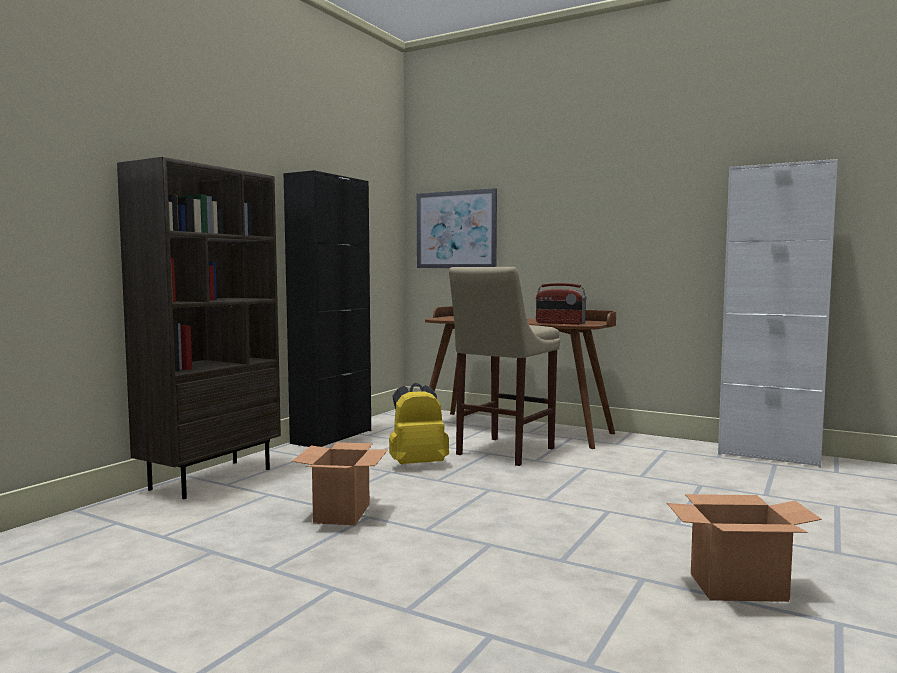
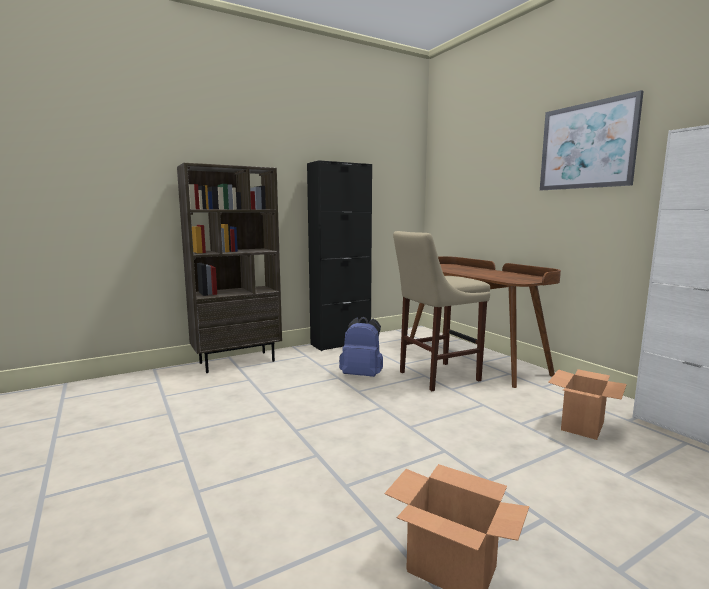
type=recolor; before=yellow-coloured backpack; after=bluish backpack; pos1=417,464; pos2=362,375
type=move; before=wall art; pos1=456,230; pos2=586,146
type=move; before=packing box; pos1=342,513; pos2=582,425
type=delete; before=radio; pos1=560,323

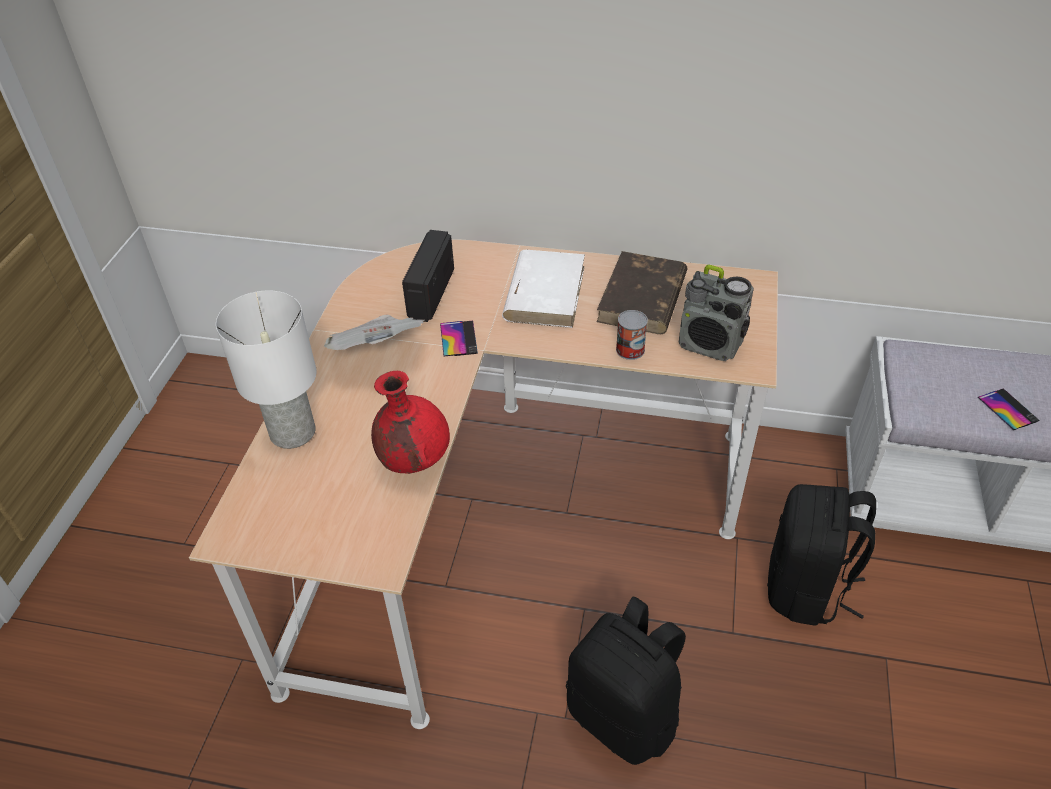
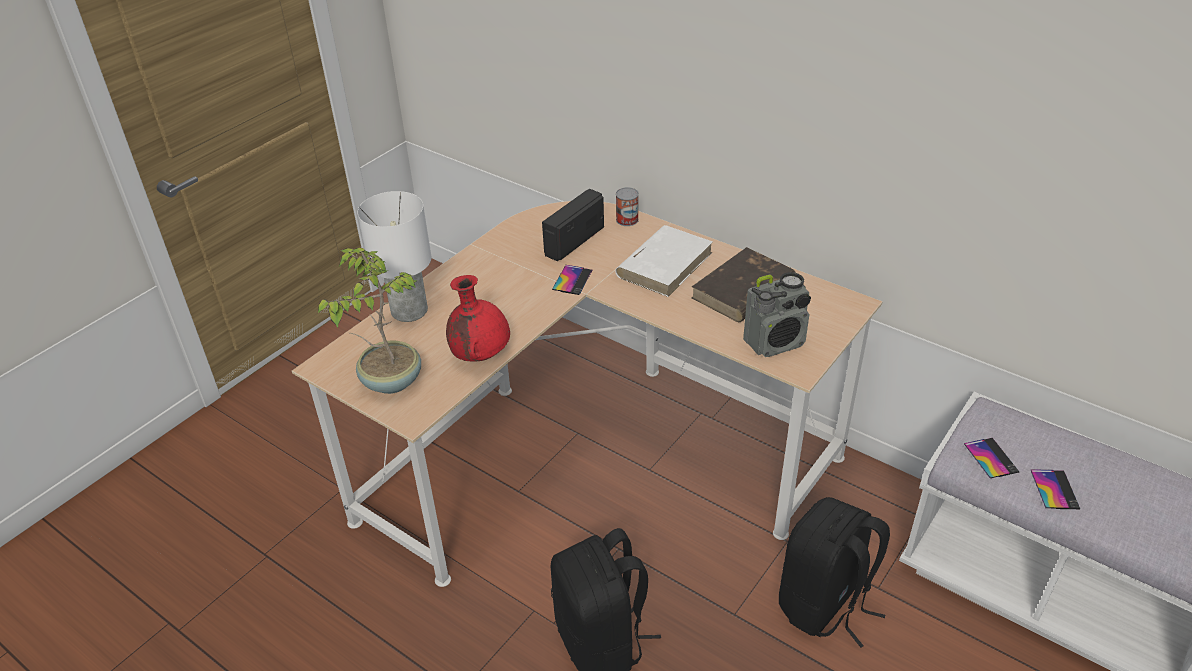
type=insert; after=potted plant; pos2=390,381
type=move; before=metal can; pos1=630,350; pos2=627,220
type=rotate; before=radio; pos1=710,345; pos2=775,342; turn=-75
type=insert; after=phone; pos2=991,458
type=delete; before=printed paper; pos1=378,351

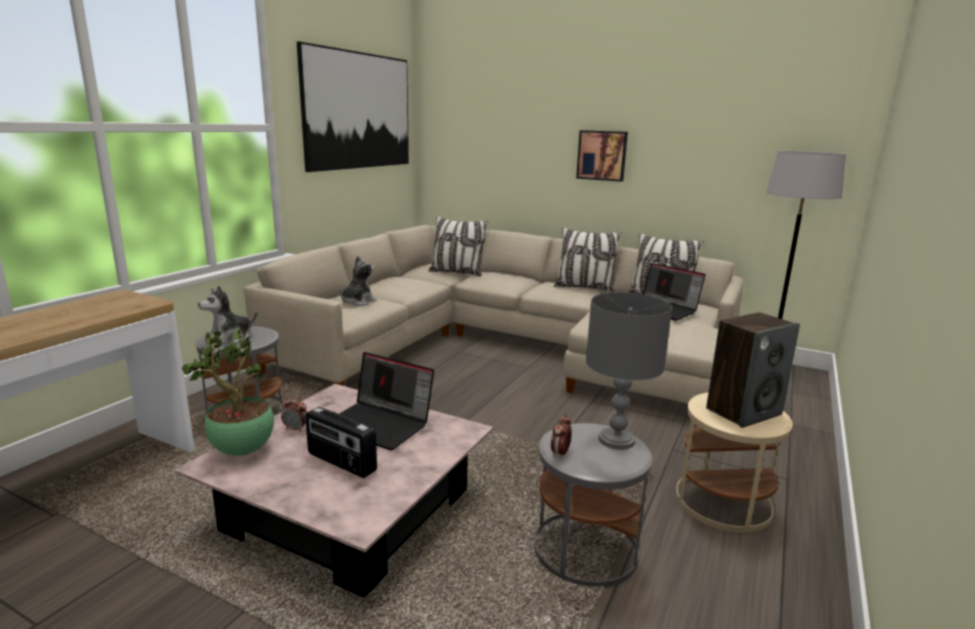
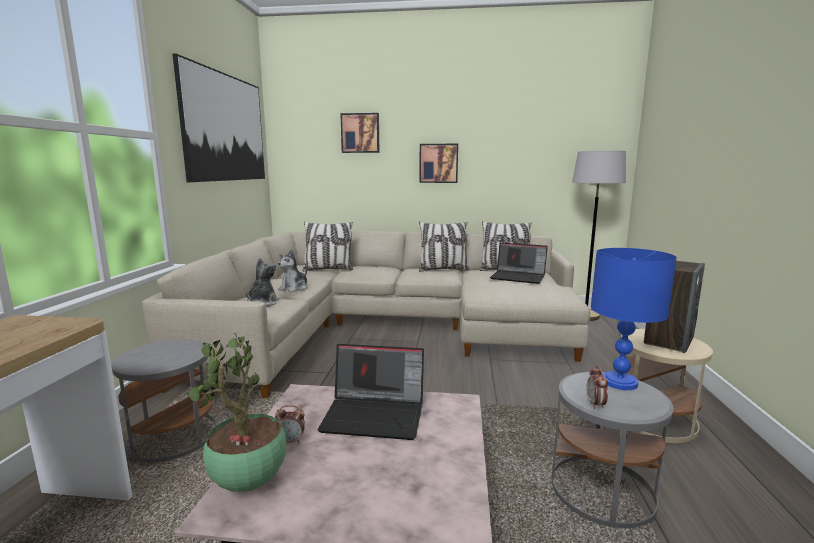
type=move; before=plush toy; pos1=230,338; pos2=294,288
type=insert; after=wall art; pos2=360,133
type=recolor; before=gray table lamp; after=bluish table lamp; pos1=616,440; pos2=620,382
type=delete; before=radio; pos1=341,462

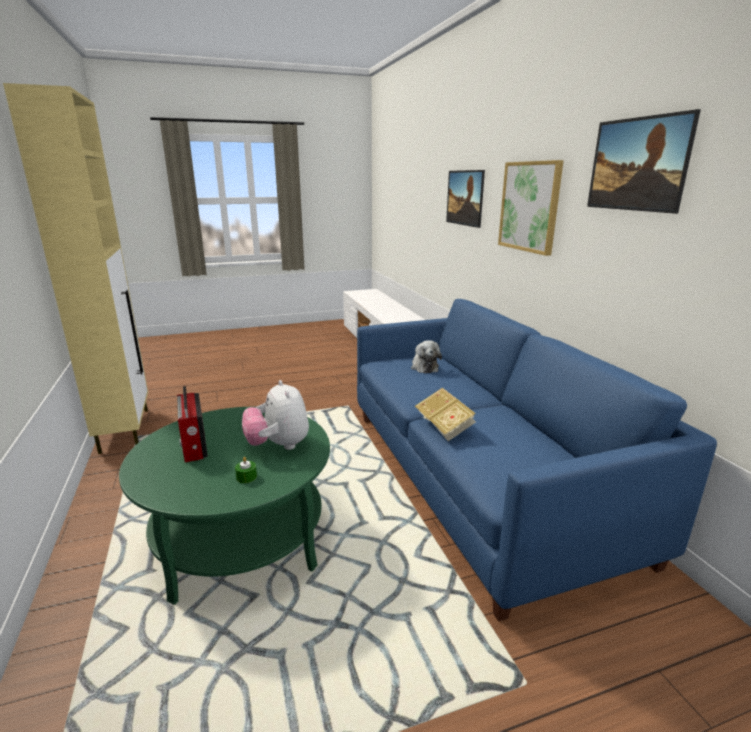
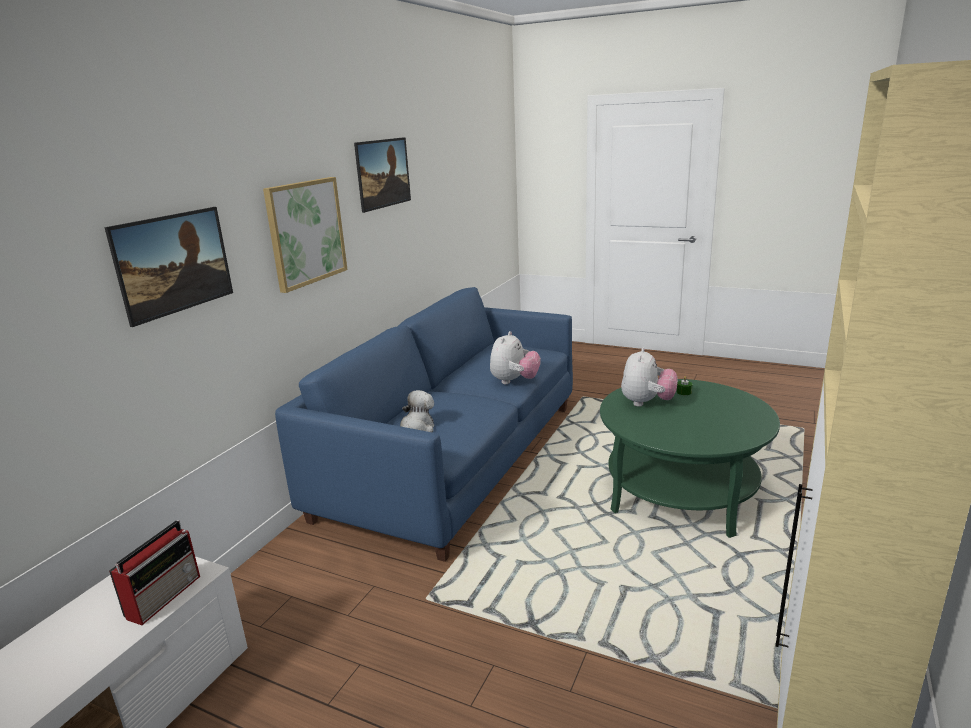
type=move; before=radio; pos1=194,446; pos2=165,595
type=replace; before=volume; after=plush toy; pos1=444,426; pos2=514,381

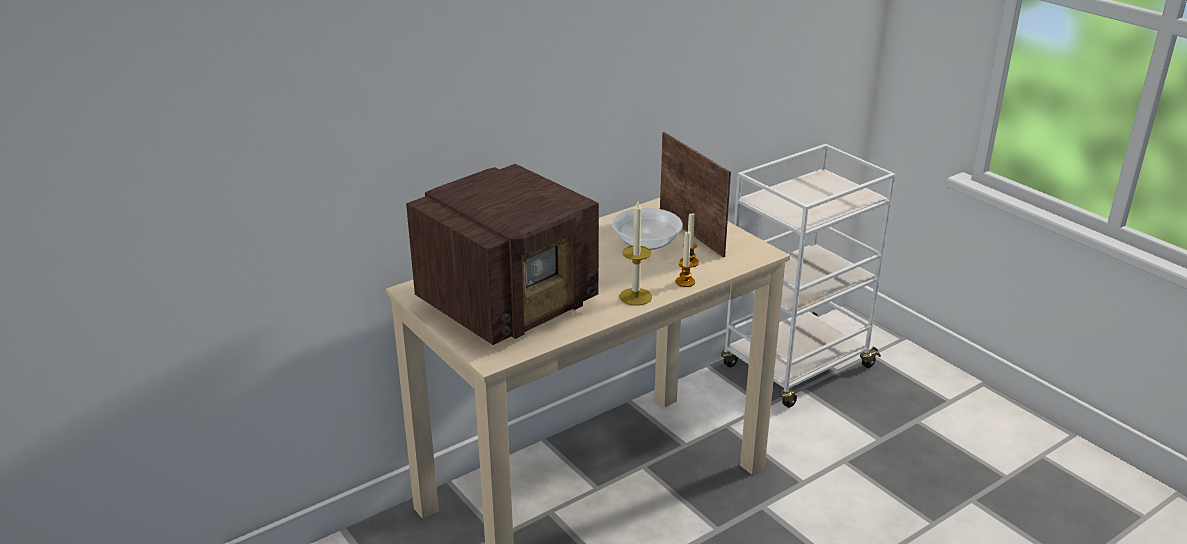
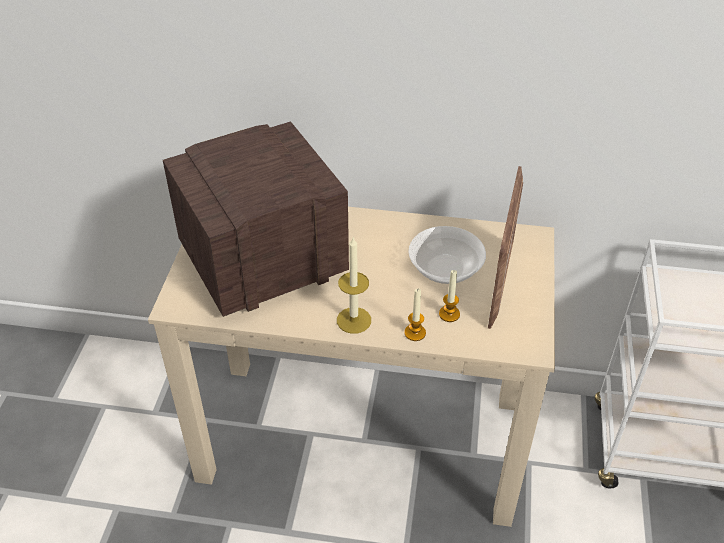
type=rotate; before=radio; pos1=510,302; pos2=259,261; turn=150

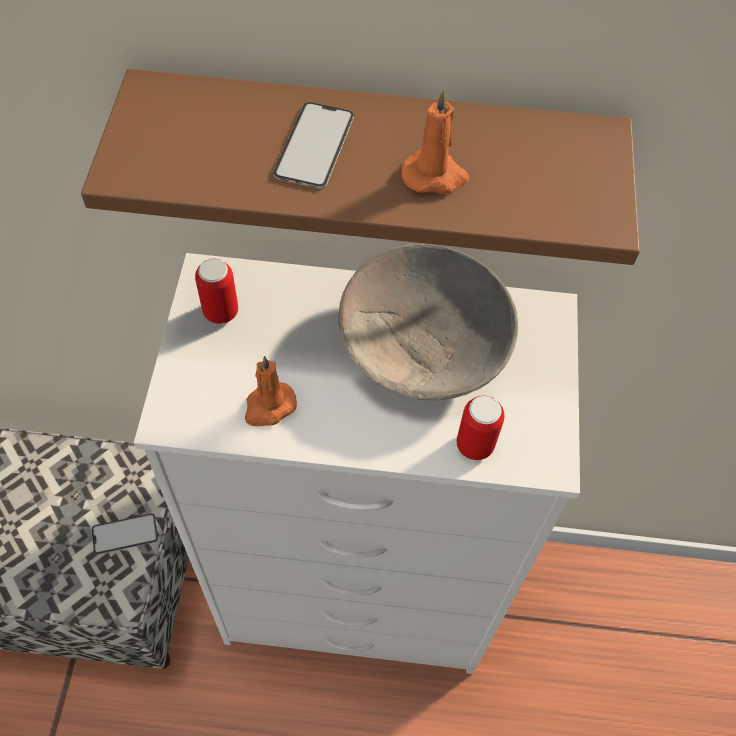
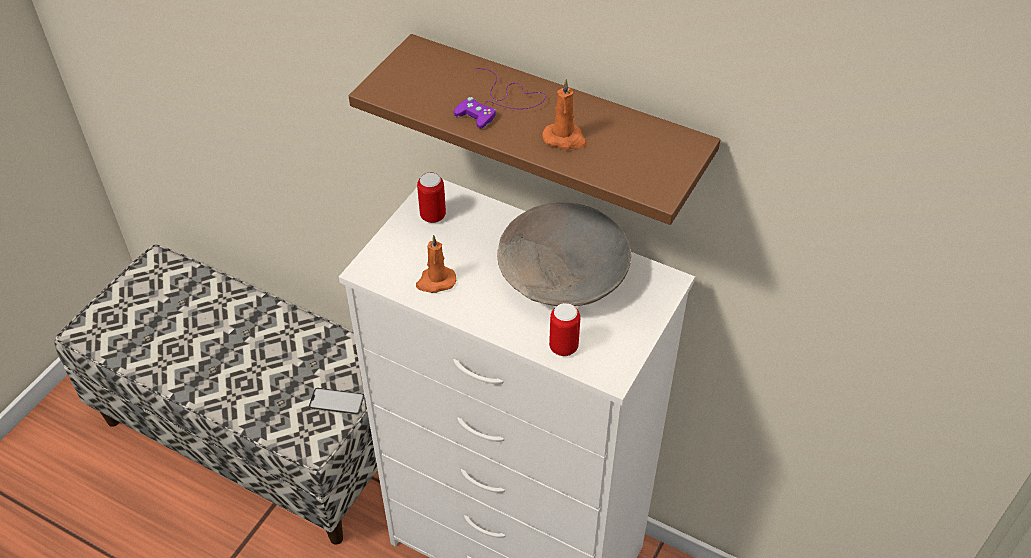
type=replace; before=phone; after=purple gamepad; pos1=314,145; pos2=500,103

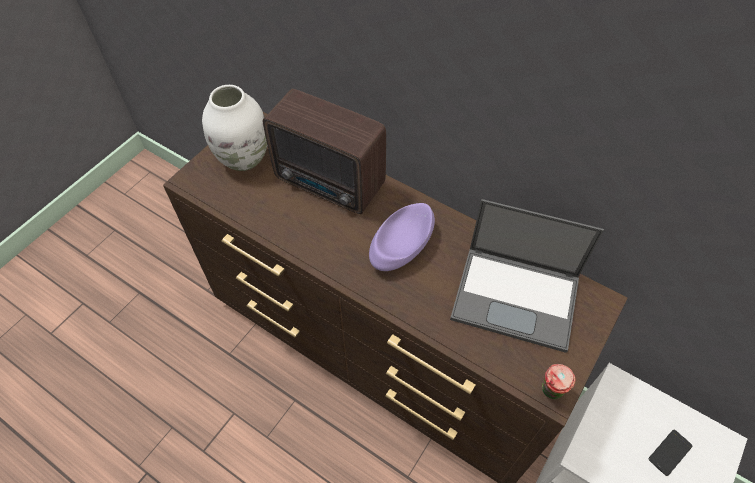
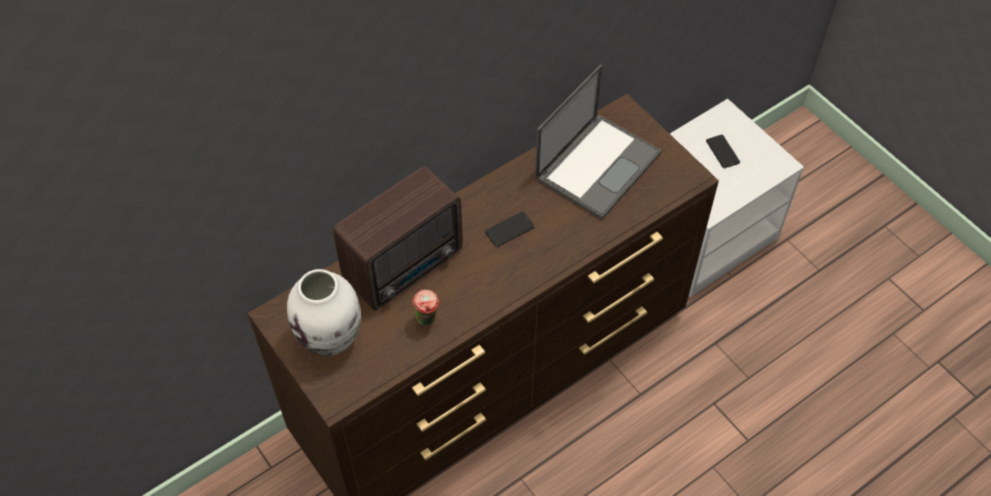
type=move; before=drinking cup; pos1=550,392; pos2=427,320
type=replace; before=purple deep dish; after=phone; pos1=401,245; pos2=509,229

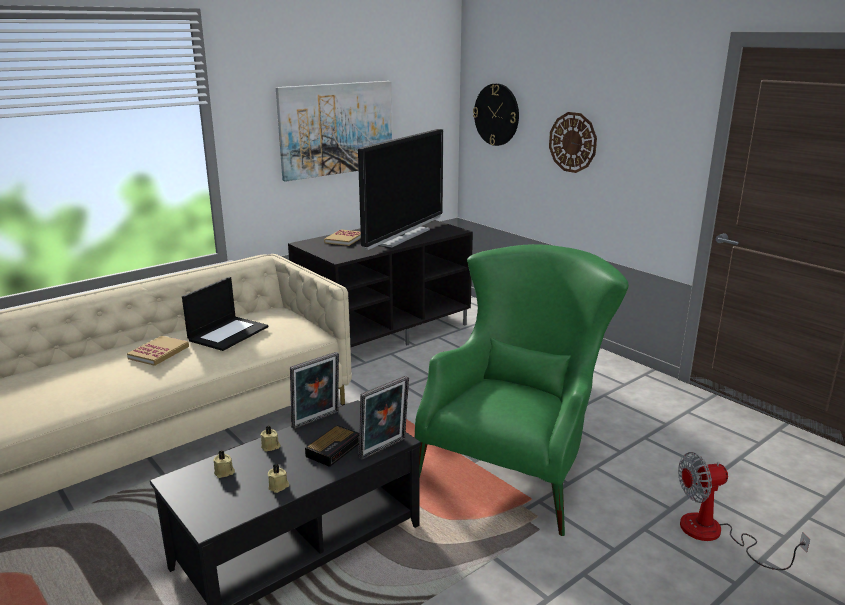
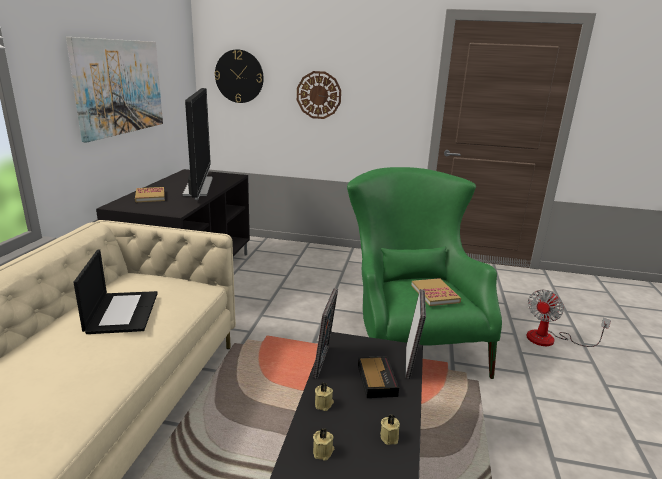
type=move; before=volume; pos1=159,353; pos2=435,294

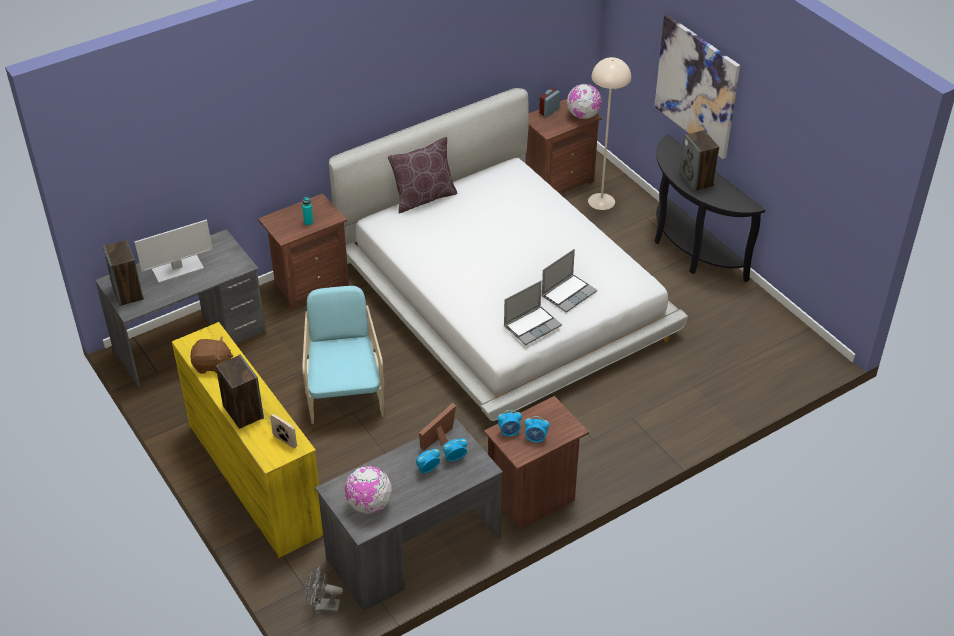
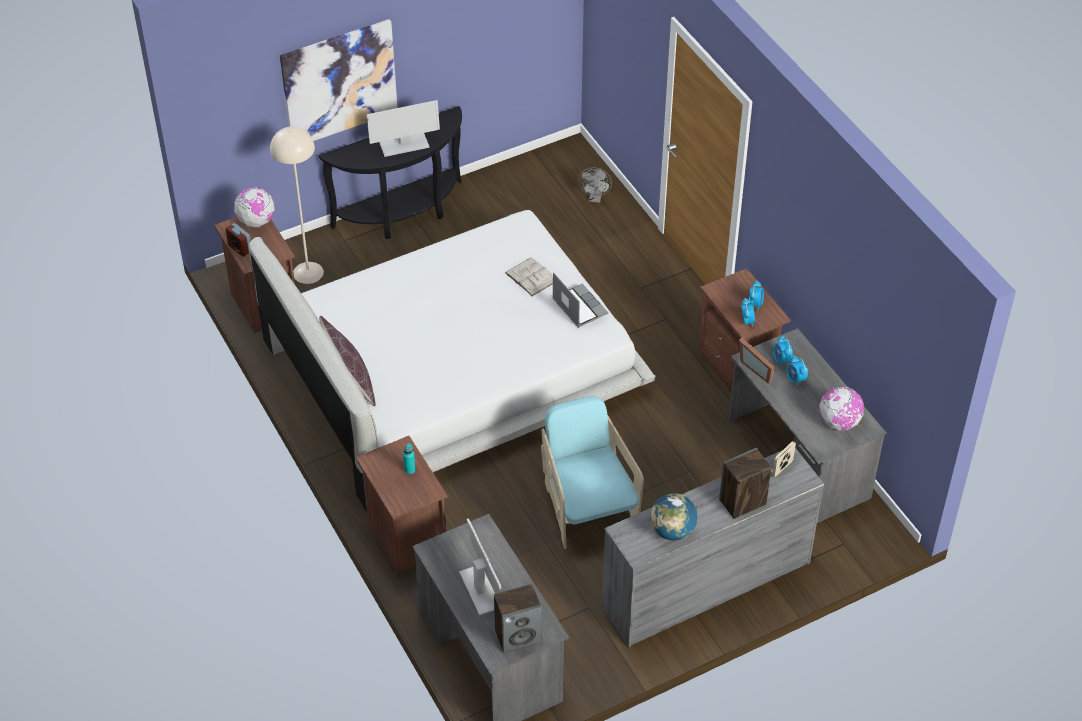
type=replace; before=audio speaker; after=computer display; pos1=696,180; pos2=403,145
type=replace; before=laptop; after=whitish volume; pos1=568,293; pos2=531,277
type=rotate; before=blue-green lounge chair; pos1=345,393; pos2=588,508; turn=75
type=move; before=gray cooling fan; pos1=323,606; pos2=595,198
type=recolor; before=yellow-coloured drawer chest; after=gray drawer chest; pos1=255,478; pos2=705,585
type=replace; before=brown-coloured plush toy; after=desk globe; pos1=212,365; pos2=672,531

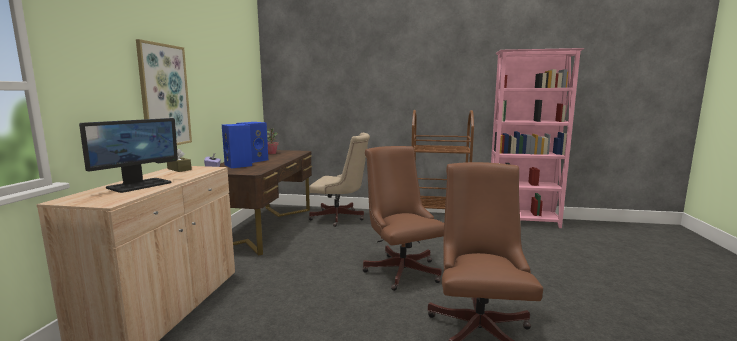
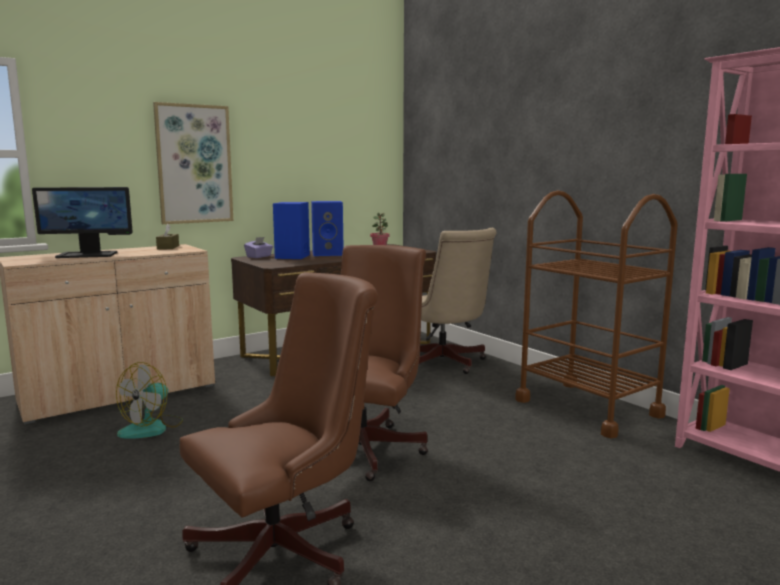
type=insert; after=cooling fan; pos2=152,428

